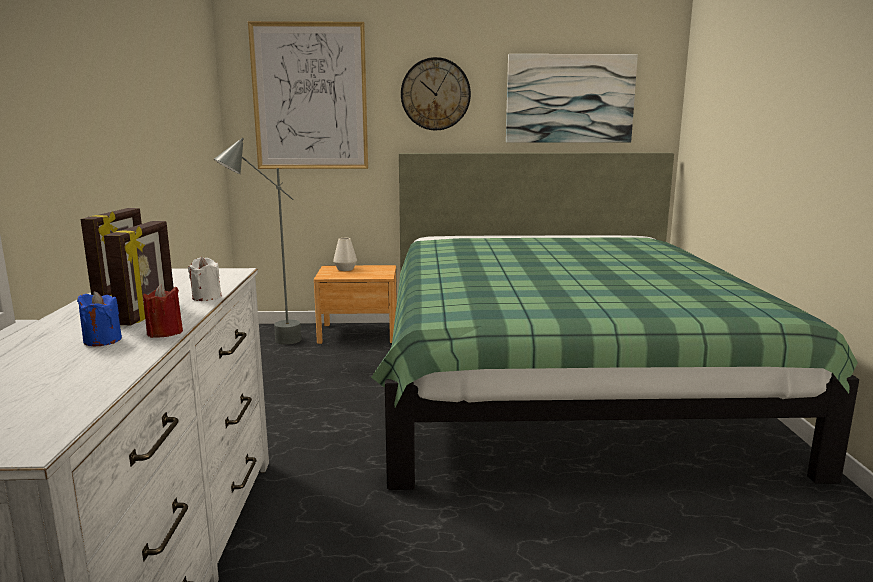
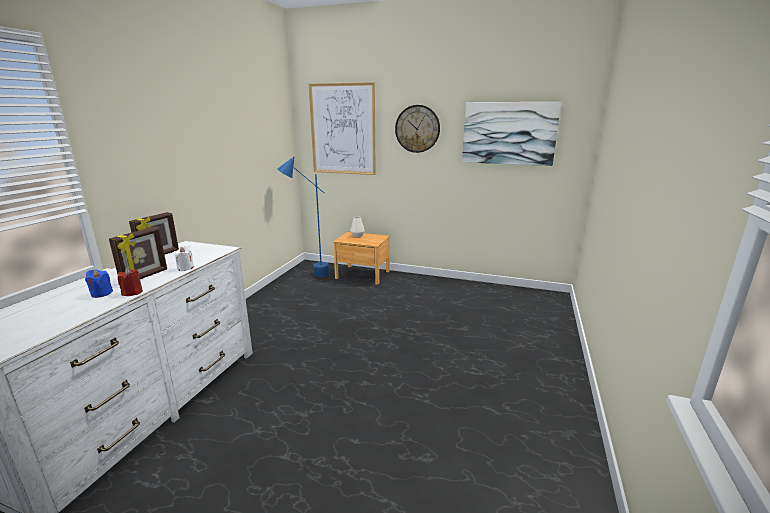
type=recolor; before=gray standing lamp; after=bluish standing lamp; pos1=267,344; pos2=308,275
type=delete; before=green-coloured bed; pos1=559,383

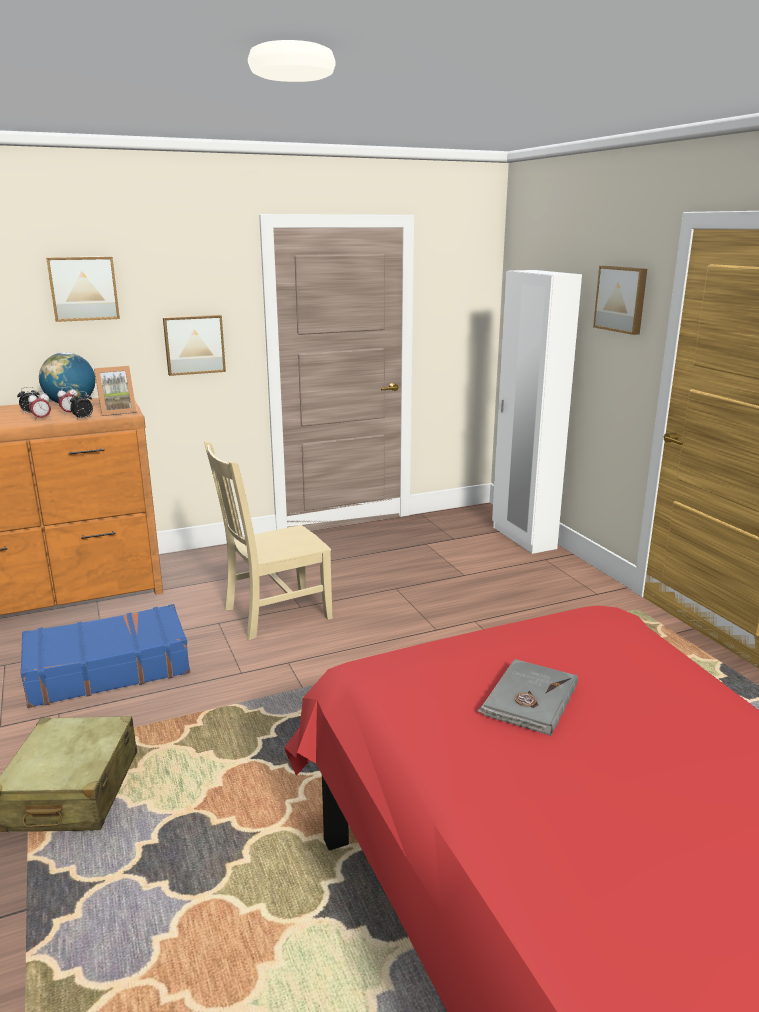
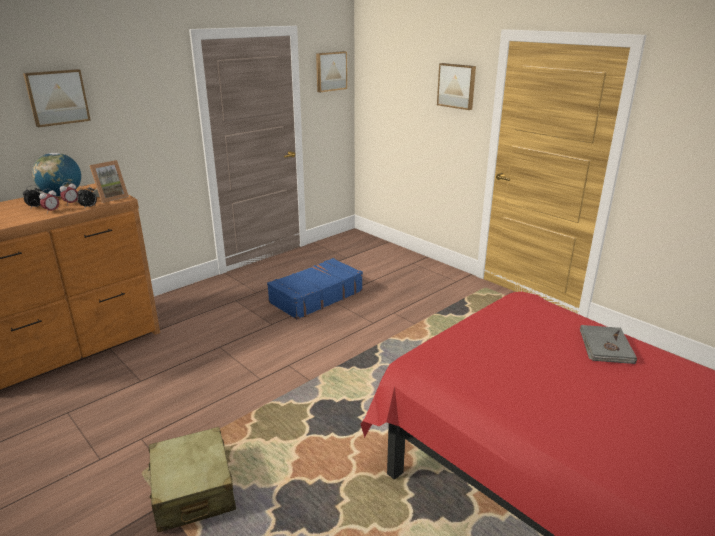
type=move; before=bluish suitcase; pos1=108,669; pos2=315,296
type=move; before=wall art; pos1=194,344; pos2=330,71
type=move; before=gray volume; pos1=529,700; pos2=605,347
type=delete; before=beige plain chair; pos1=273,614
type=delete; before=whitish clothes cupboard; pos1=523,538

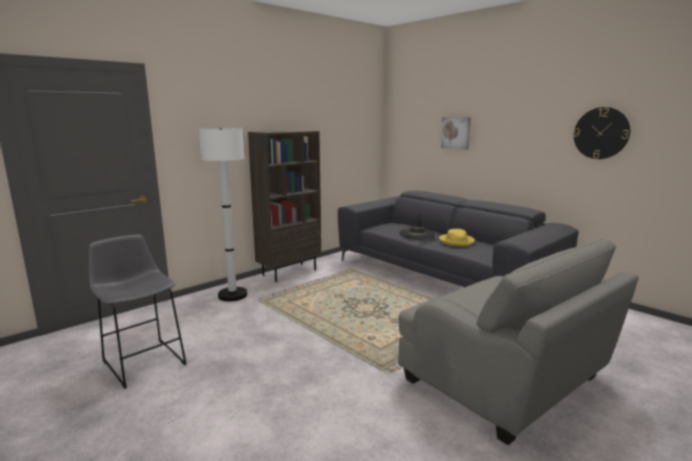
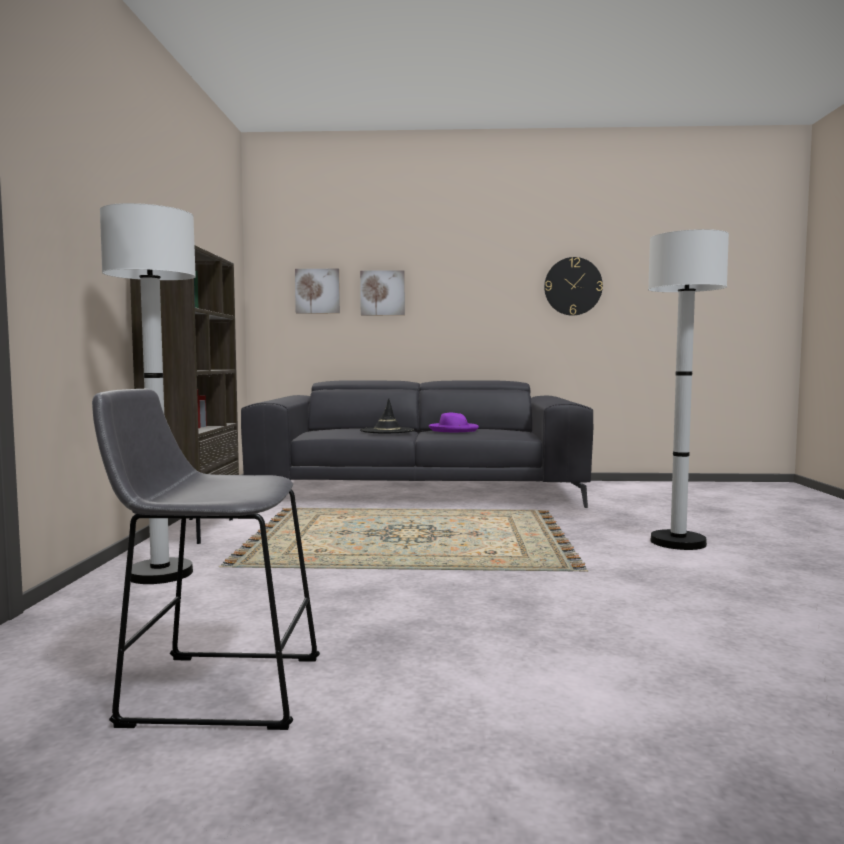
type=insert; after=wall art; pos2=317,291
type=recolor; before=yellow-coloured hat; after=purple hat; pos1=457,241; pos2=453,430
type=replace; before=gray lounge chair; after=whitish standing lamp; pos1=505,381; pos2=678,542

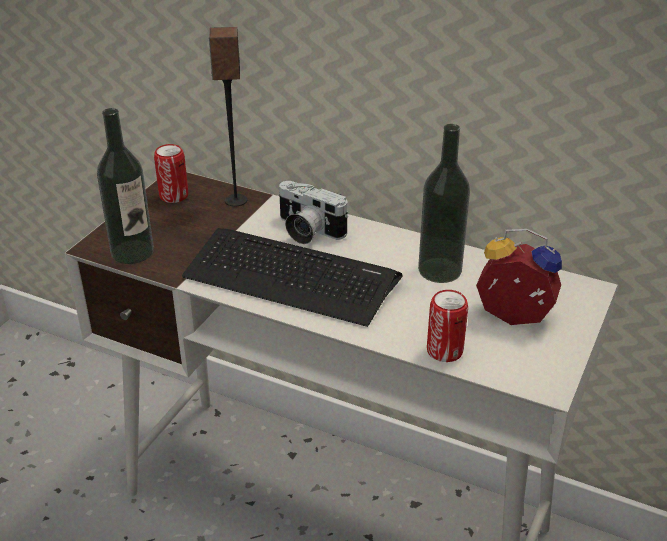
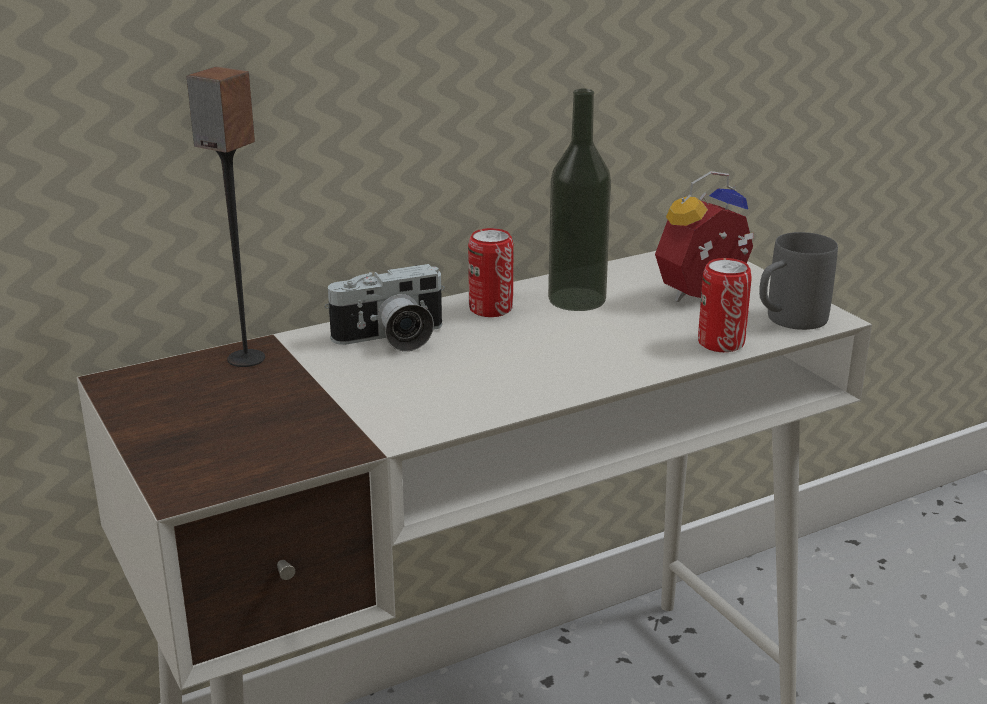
type=move; before=metal can; pos1=174,196; pos2=490,309
type=insert; after=gray mug; pos2=787,321
type=delete; before=beverage bottle; pos1=132,252
type=delete; before=keyboard; pos1=291,277

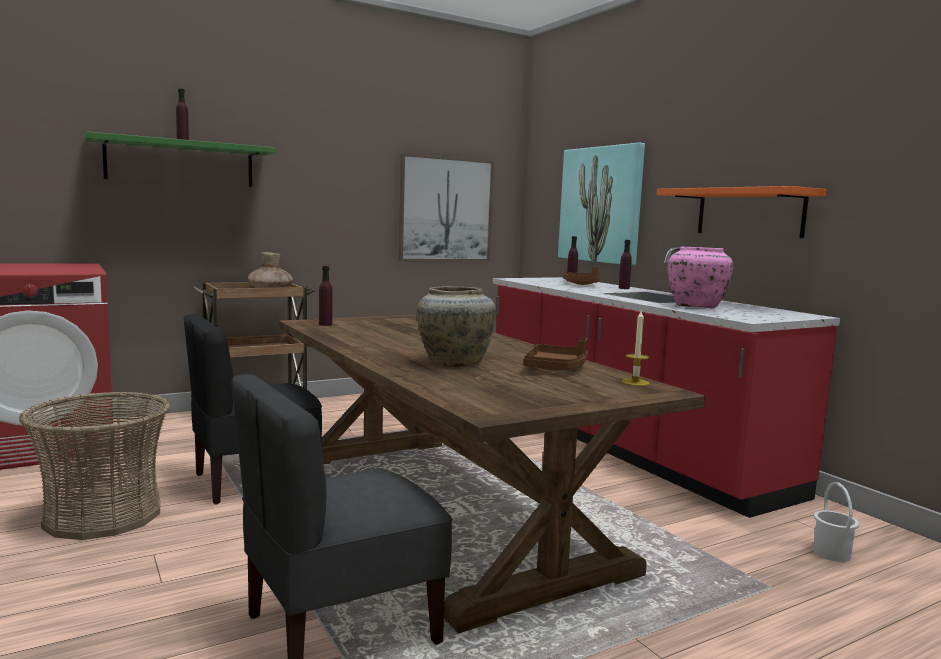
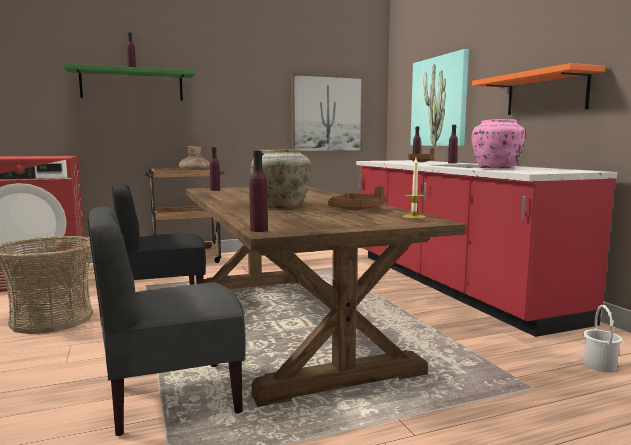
type=insert; after=purple beverage bottle; pos2=259,230

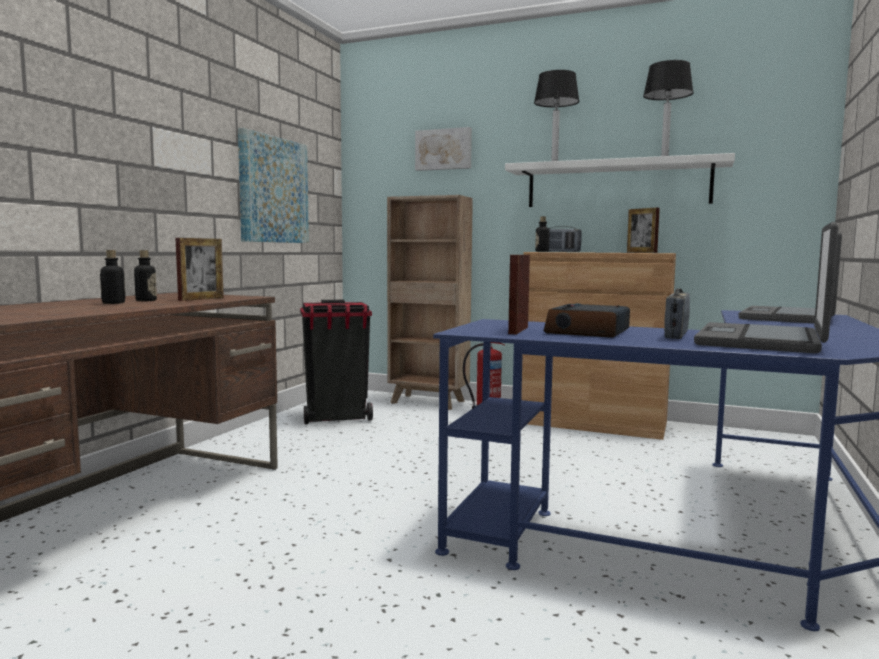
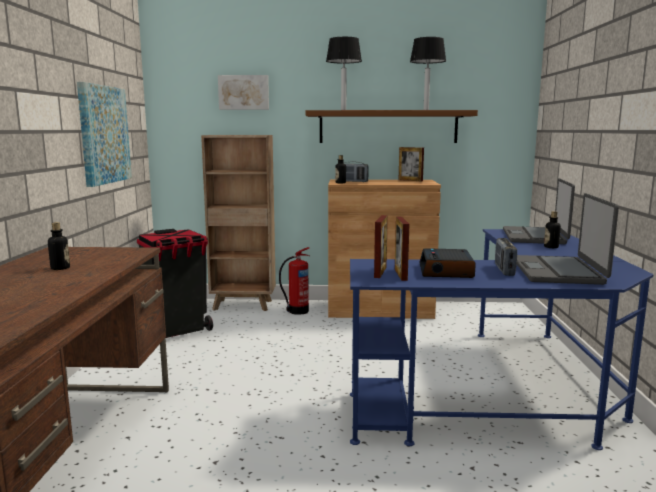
type=recolor; before=whitish wall shelf; after=brown-coloured wall shelf; pos1=617,184; pos2=388,127
type=move; before=picture frame; pos1=201,299; pos2=380,272
type=move; before=beverage bottle; pos1=113,303; pos2=551,247

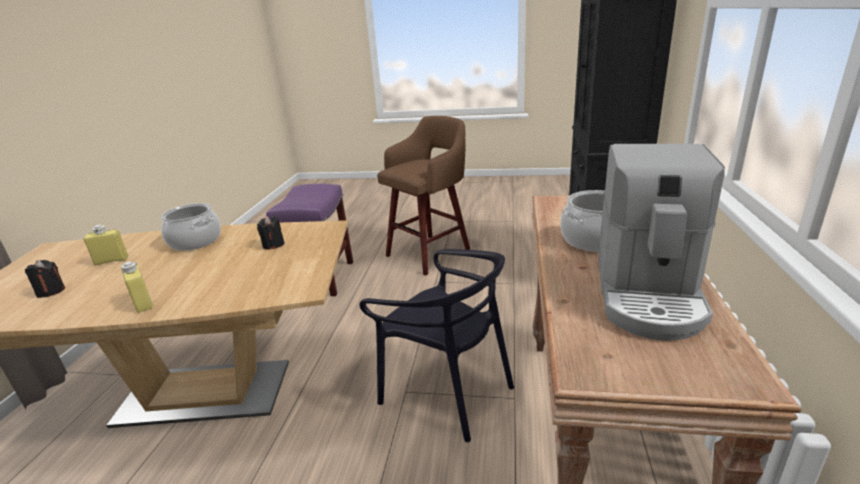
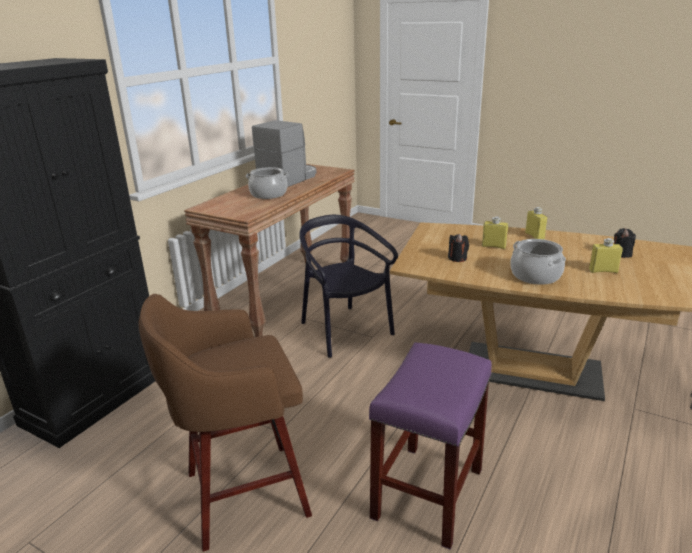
type=insert; after=yellow-coloured beverage bottle; pos2=493,246

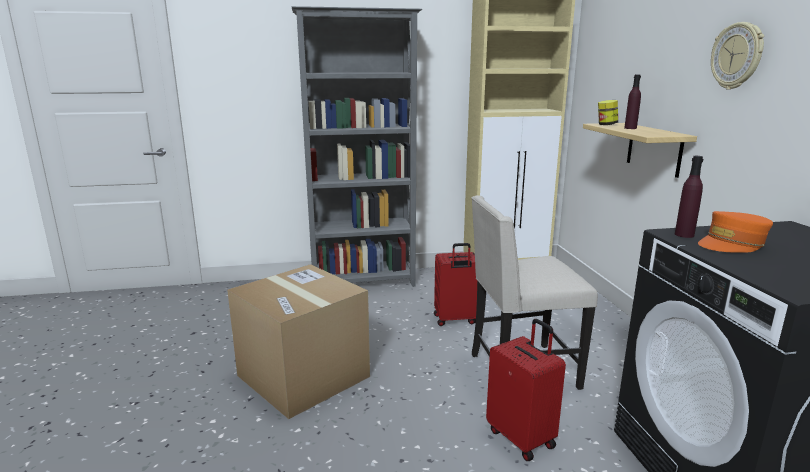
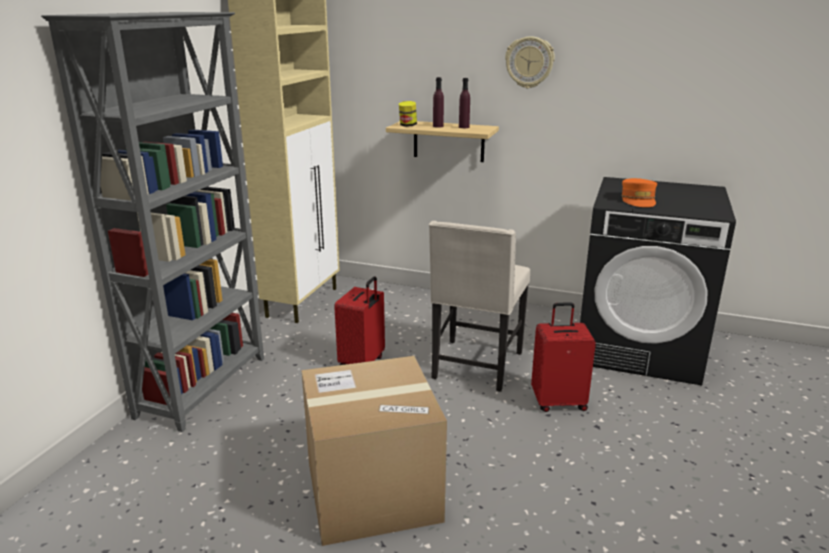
type=move; before=purple beverage bottle; pos1=684,235; pos2=464,127

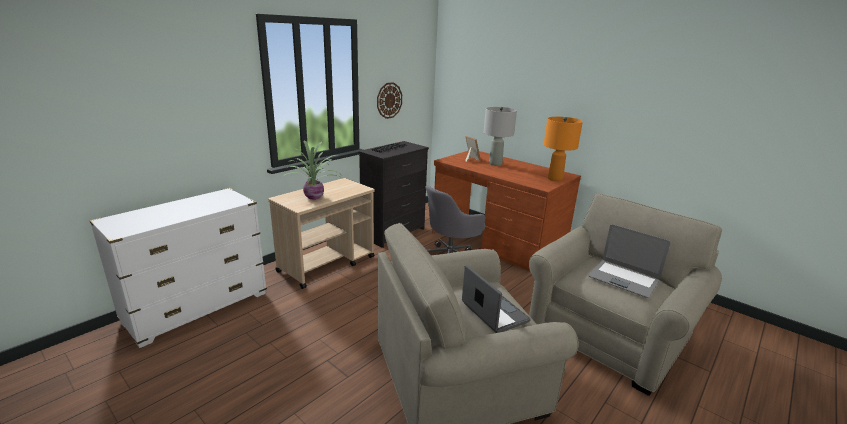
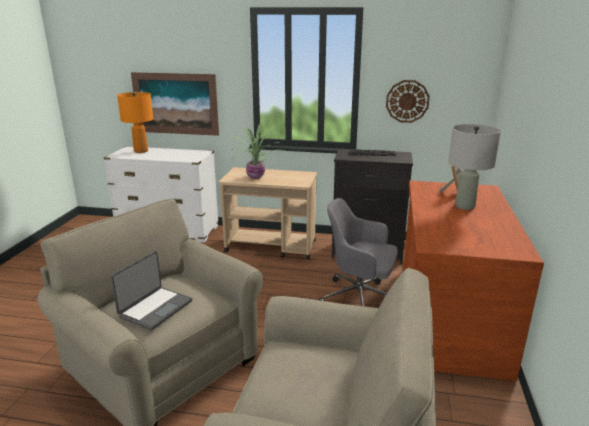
type=move; before=orangey table lamp; pos1=554,179; pos2=141,151
type=insert; after=wall art; pos2=175,103
type=delete; before=laptop; pos1=623,279

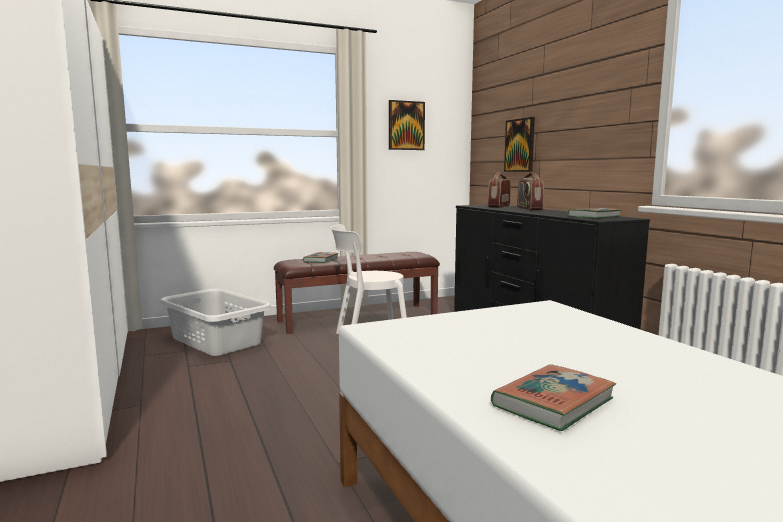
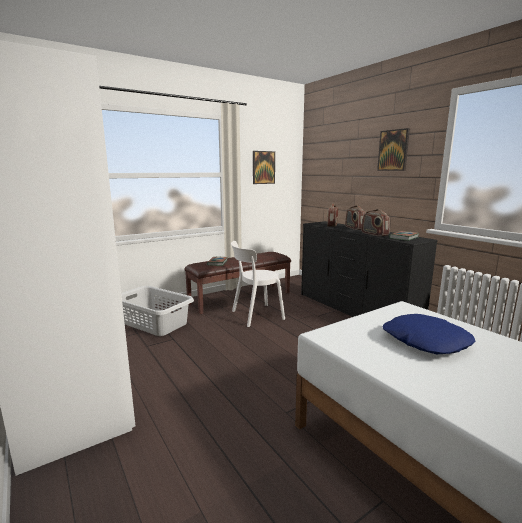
type=insert; after=radio; pos2=374,234
type=move; before=wall art; pos1=520,145; pos2=393,150
type=insert; after=bluish throw pillow; pos2=425,341
type=delete; before=volume; pos1=553,403

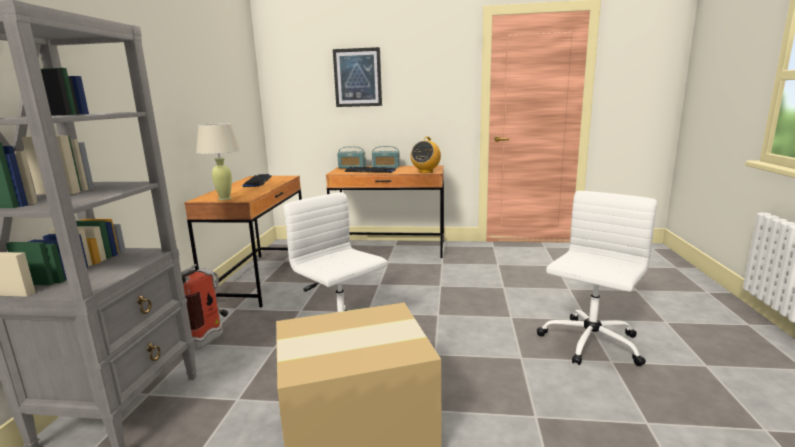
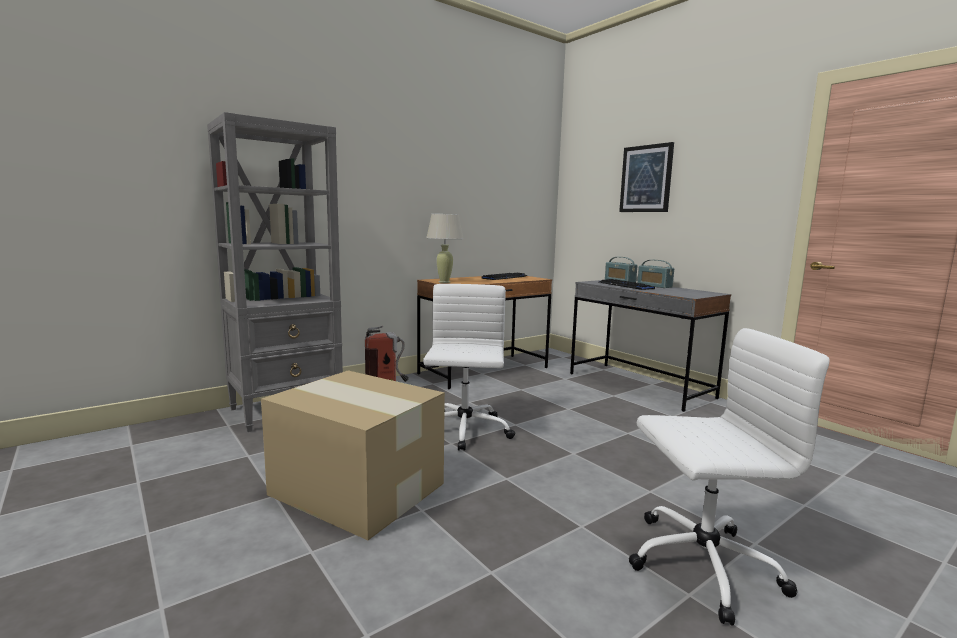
type=recolor; before=brown-coloured desk table; after=gray desk table; pos1=389,249; pos2=639,385
type=delete; before=radio; pos1=425,171

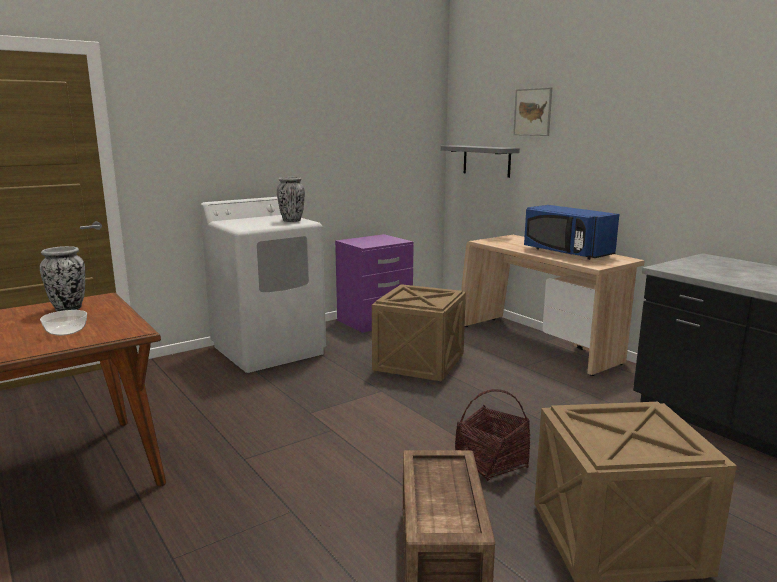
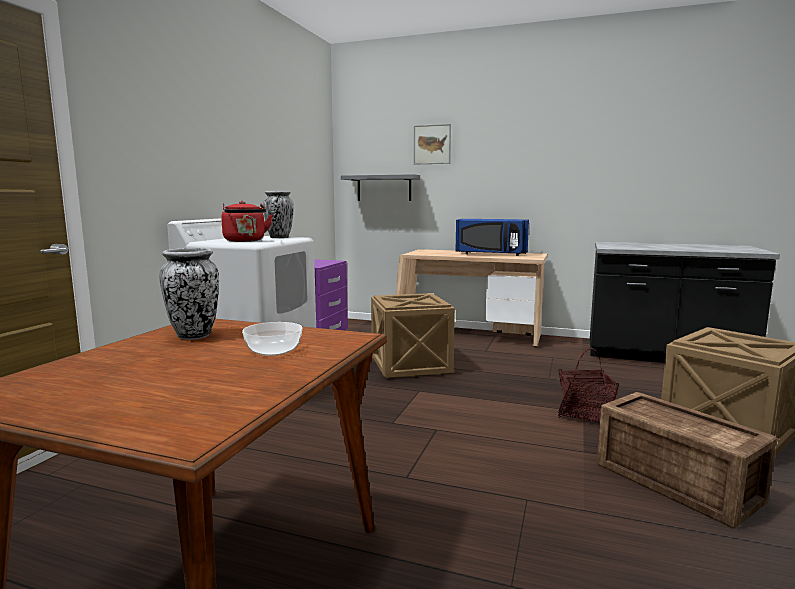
type=insert; after=red-coloured water kettle; pos2=245,241

